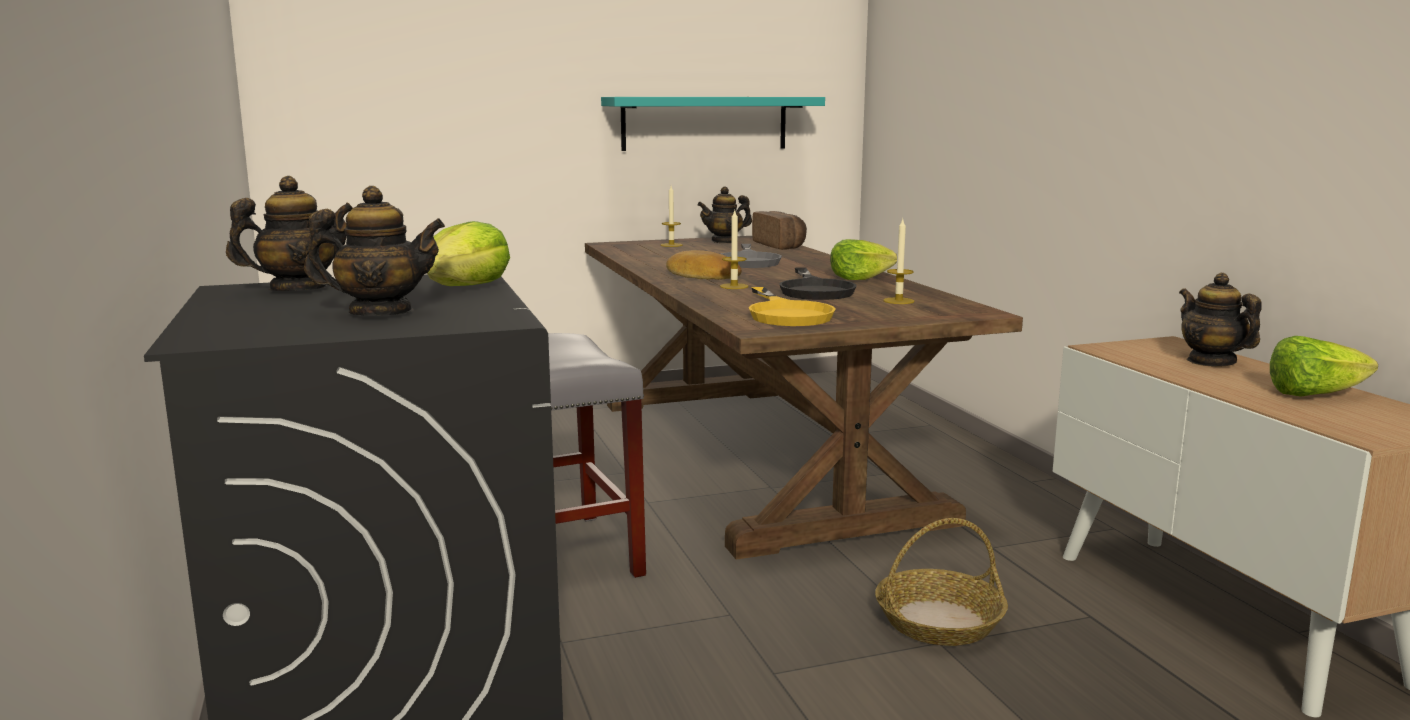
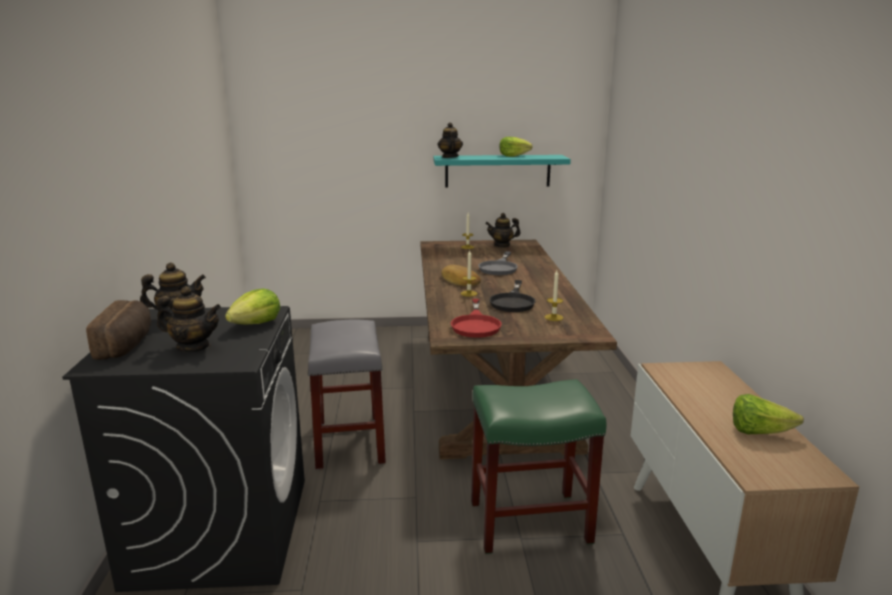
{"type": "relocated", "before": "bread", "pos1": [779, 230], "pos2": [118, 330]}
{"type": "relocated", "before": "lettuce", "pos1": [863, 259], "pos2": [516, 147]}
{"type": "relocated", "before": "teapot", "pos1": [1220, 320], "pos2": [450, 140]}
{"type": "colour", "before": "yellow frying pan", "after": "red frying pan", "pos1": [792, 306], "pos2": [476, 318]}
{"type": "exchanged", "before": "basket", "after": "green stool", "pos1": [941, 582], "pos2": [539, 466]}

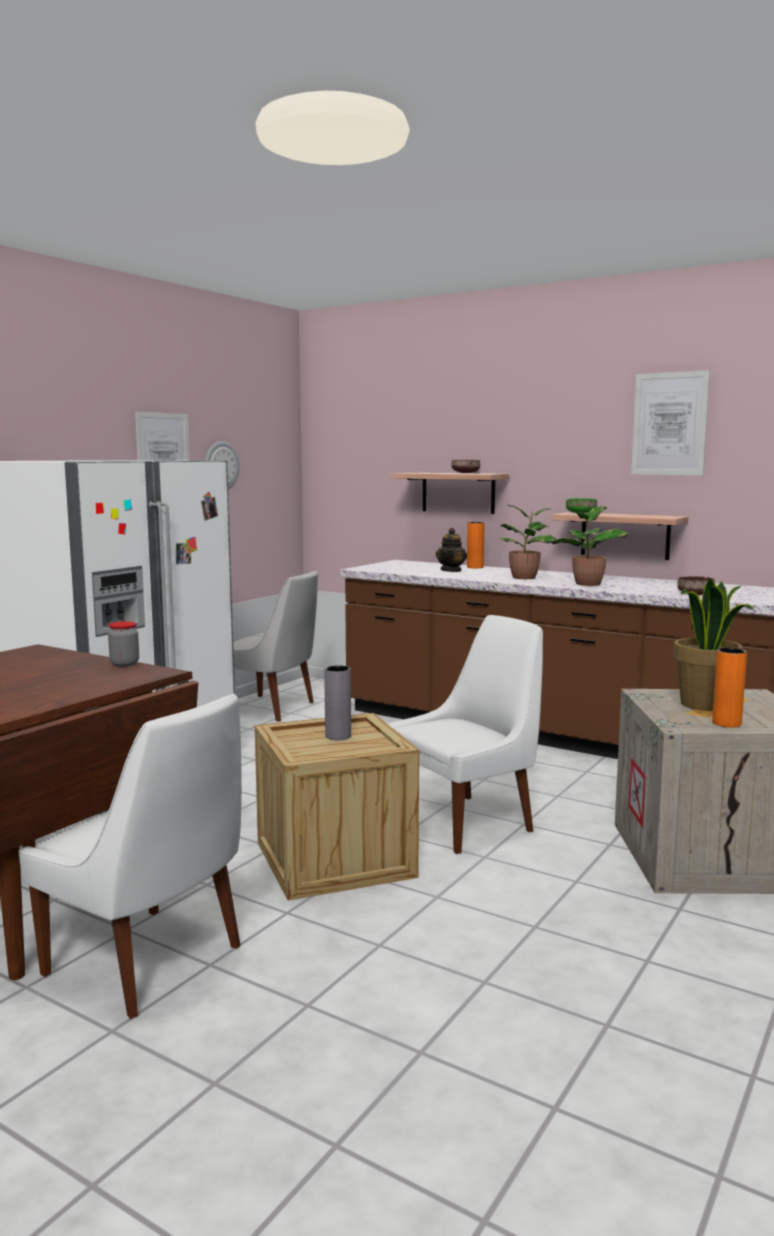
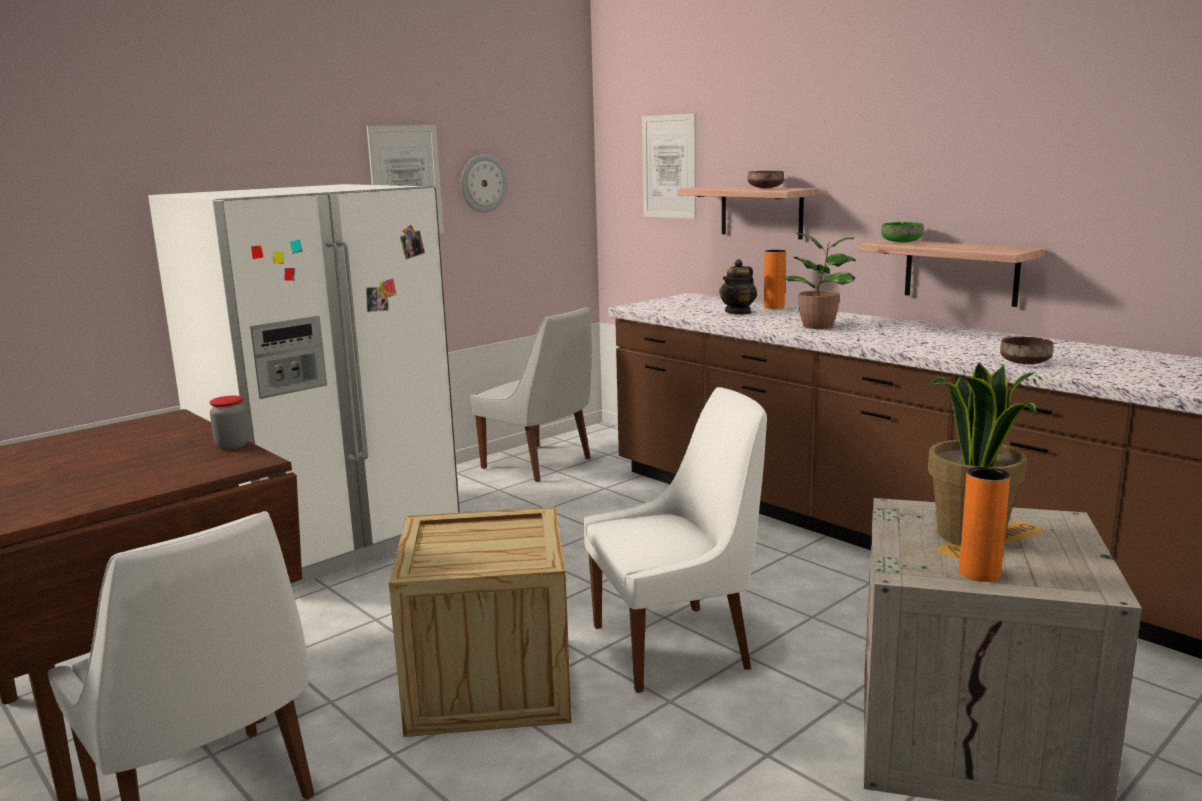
{"type": "relocated", "before": "picture", "pos1": [670, 422], "pos2": [669, 166]}
{"type": "missing", "before": "potted plant", "pos1": [590, 546]}
{"type": "missing", "before": "grey vase", "pos1": [337, 702]}

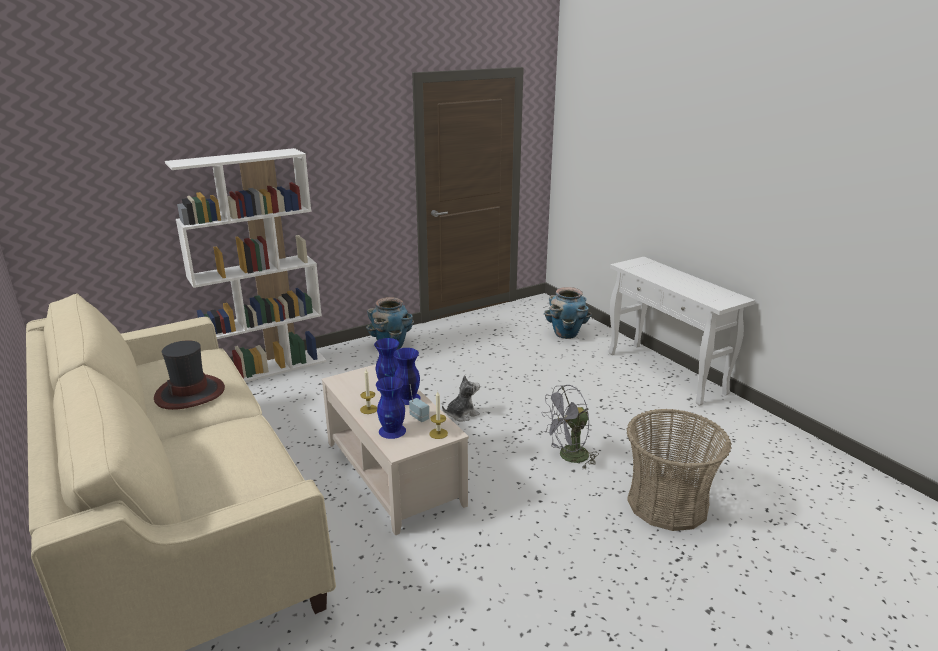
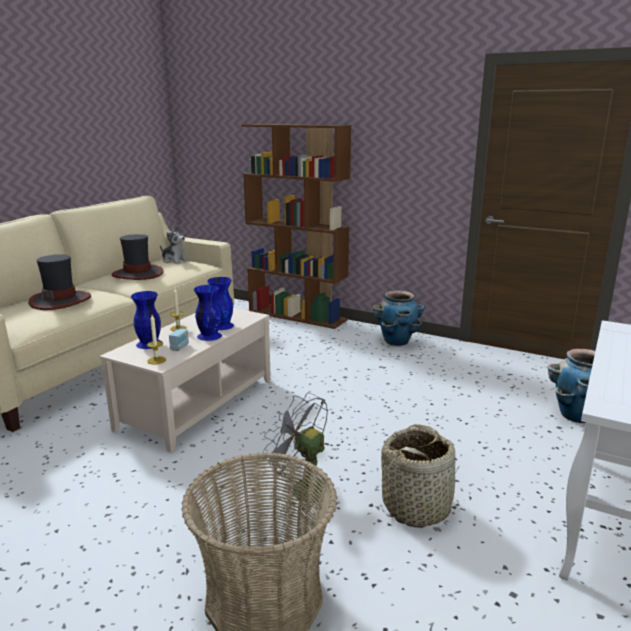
{"type": "colour", "before": "white bookcase", "after": "brown bookcase", "pos1": [245, 265], "pos2": [296, 226]}
{"type": "relocated", "before": "plush toy", "pos1": [461, 398], "pos2": [175, 245]}
{"type": "appeared", "after": "hat", "pos2": [59, 282]}
{"type": "appeared", "after": "basket", "pos2": [421, 476]}

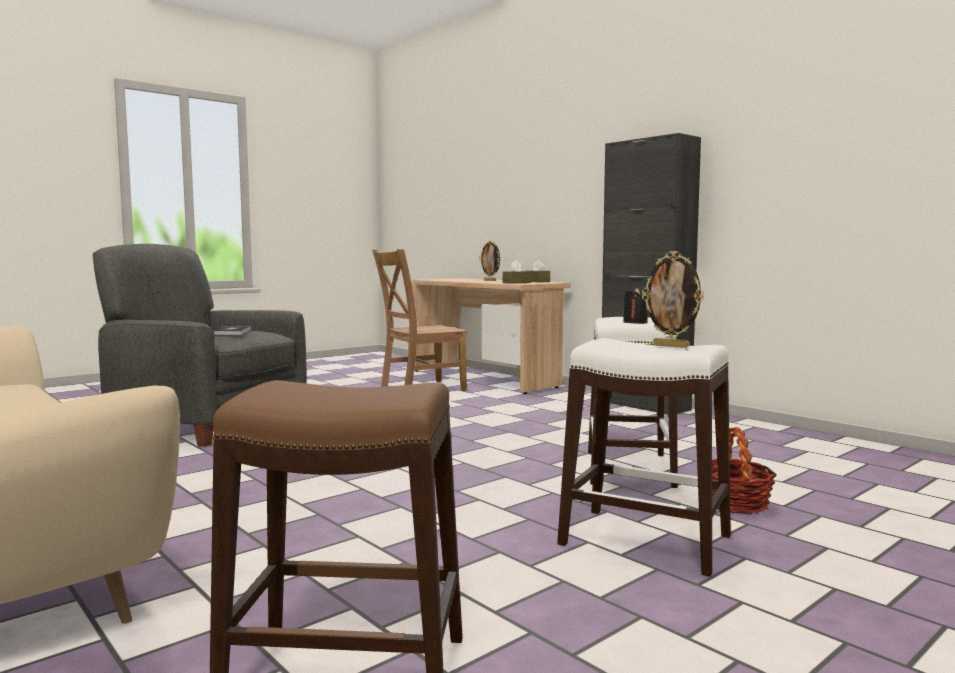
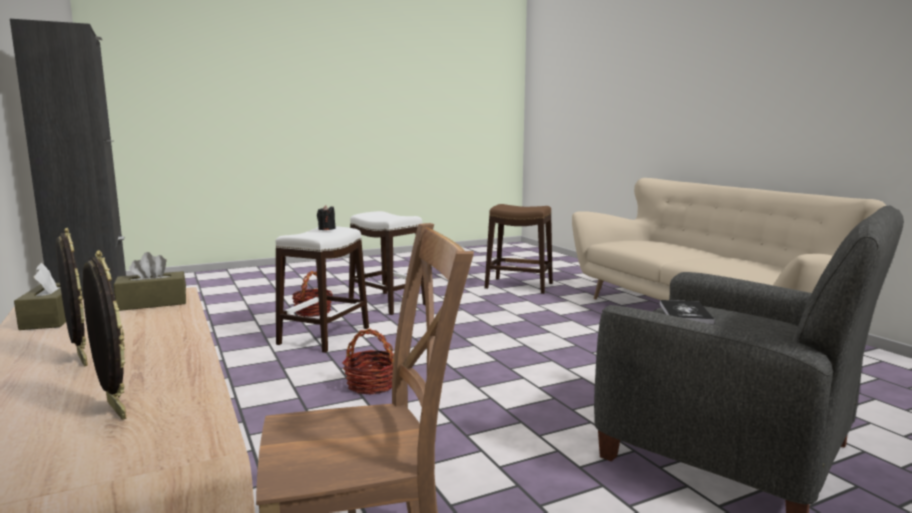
{"type": "relocated", "before": "picture frame", "pos1": [673, 299], "pos2": [104, 335]}
{"type": "appeared", "after": "basket", "pos2": [368, 362]}

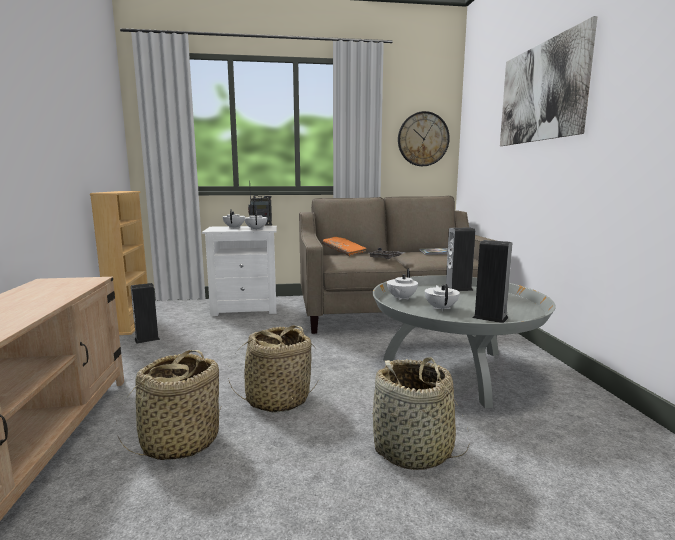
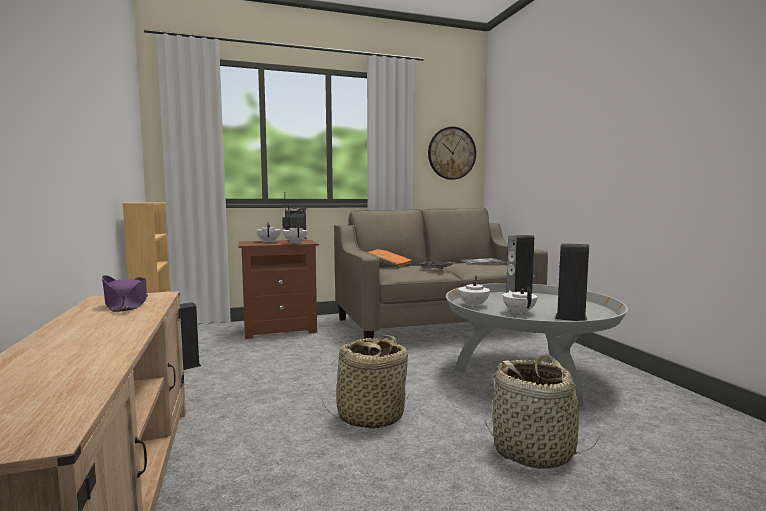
{"type": "missing", "before": "picture", "pos1": [548, 81]}
{"type": "colour", "before": "white nightstand", "after": "brown nightstand", "pos1": [239, 271], "pos2": [278, 289]}
{"type": "missing", "before": "basket", "pos1": [168, 405]}
{"type": "appeared", "after": "purple hat", "pos2": [125, 293]}

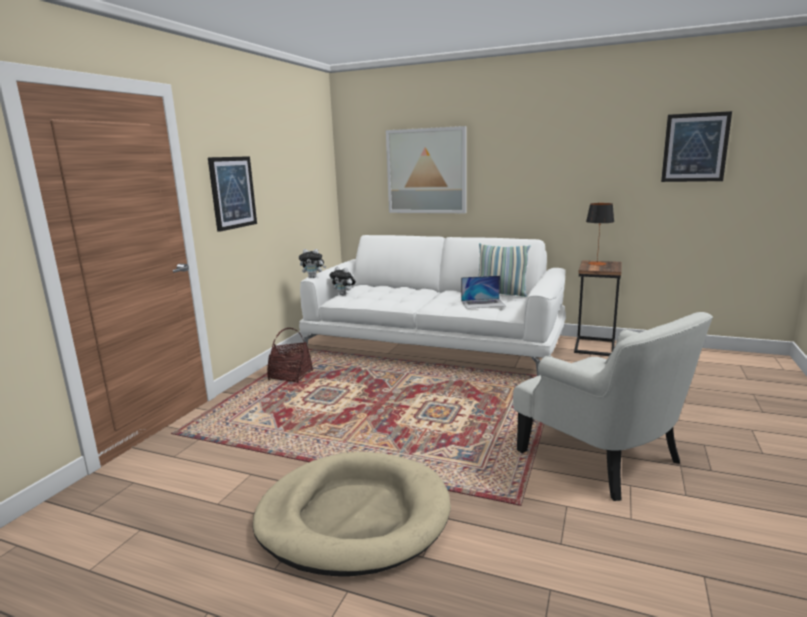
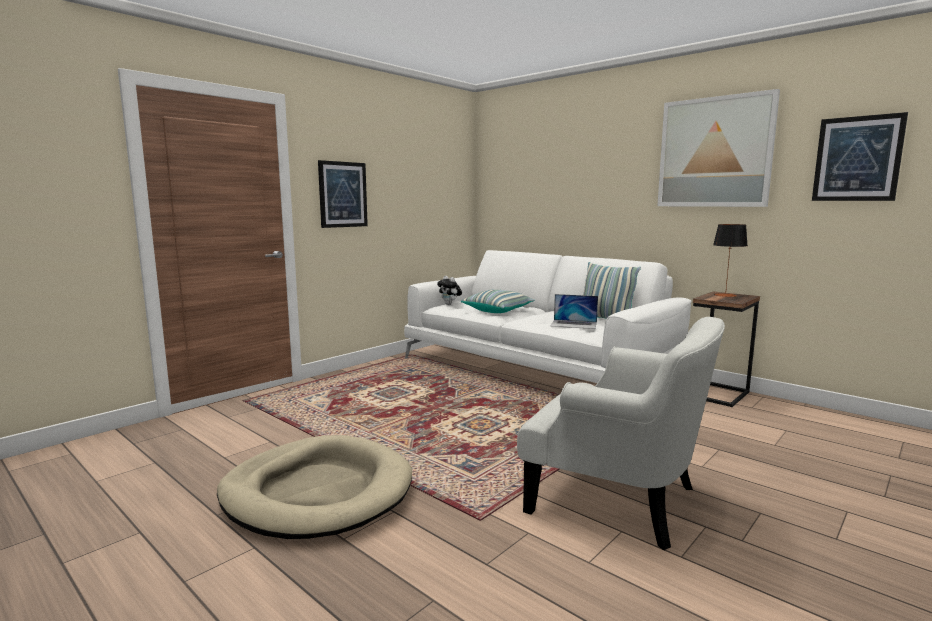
{"type": "relocated", "before": "picture", "pos1": [426, 169], "pos2": [718, 148]}
{"type": "missing", "before": "plush toy", "pos1": [312, 263]}
{"type": "spun", "before": "white armchair", "pos1": [613, 406], "pos2": [621, 433], "turn": -45}
{"type": "missing", "before": "basket", "pos1": [290, 355]}
{"type": "appeared", "after": "pillow", "pos2": [498, 301]}

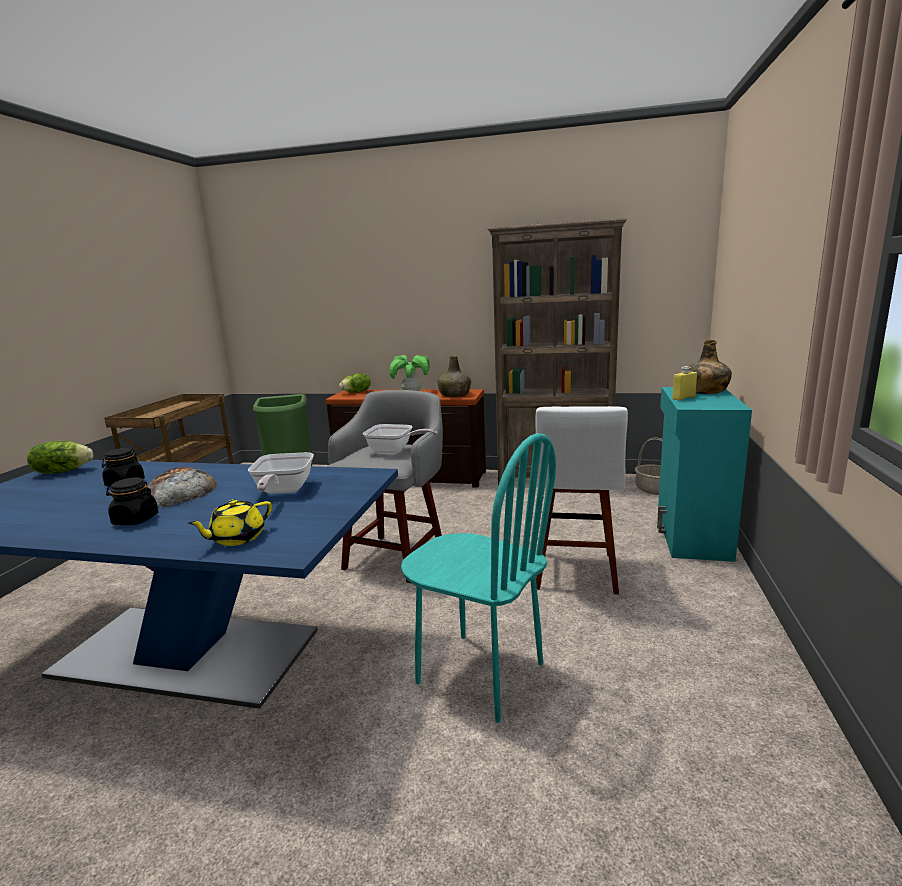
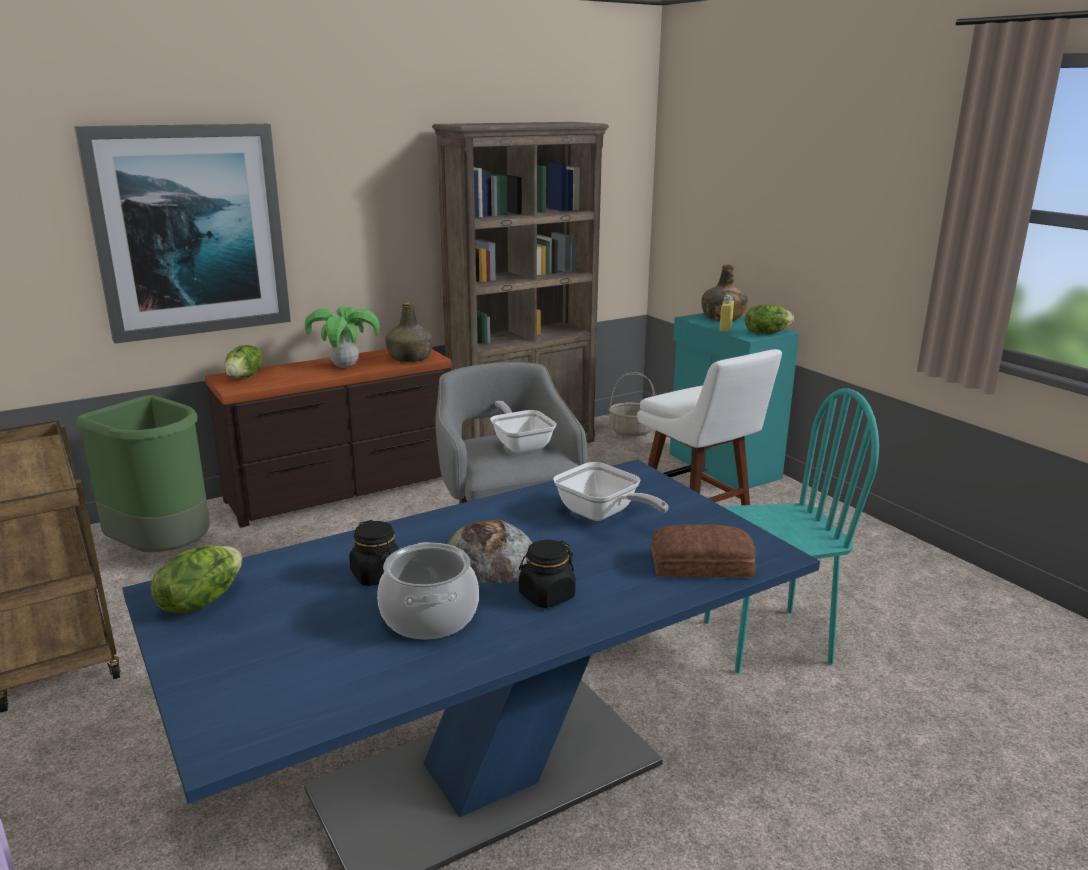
{"type": "spun", "before": "frying pan", "pos1": [400, 438], "pos2": [523, 427], "turn": -90}
{"type": "exchanged", "before": "yellow teapot", "after": "bread", "pos1": [229, 522], "pos2": [703, 550]}
{"type": "appeared", "after": "picture", "pos2": [182, 234]}
{"type": "appeared", "after": "lettuce", "pos2": [769, 319]}
{"type": "appeared", "after": "cooking pot", "pos2": [428, 591]}

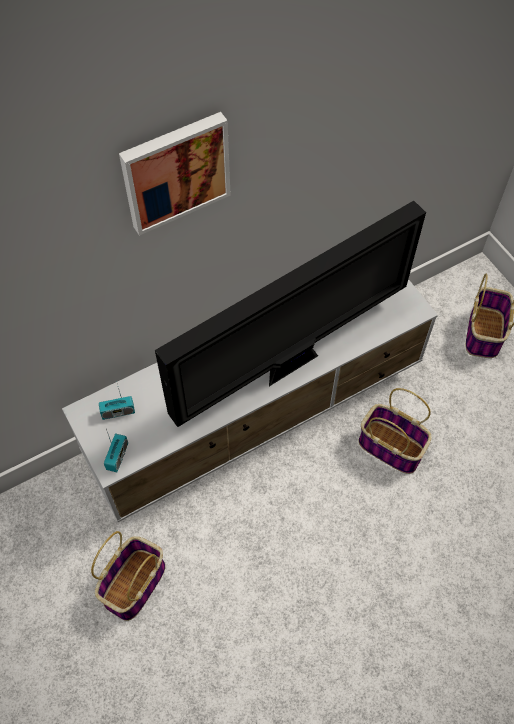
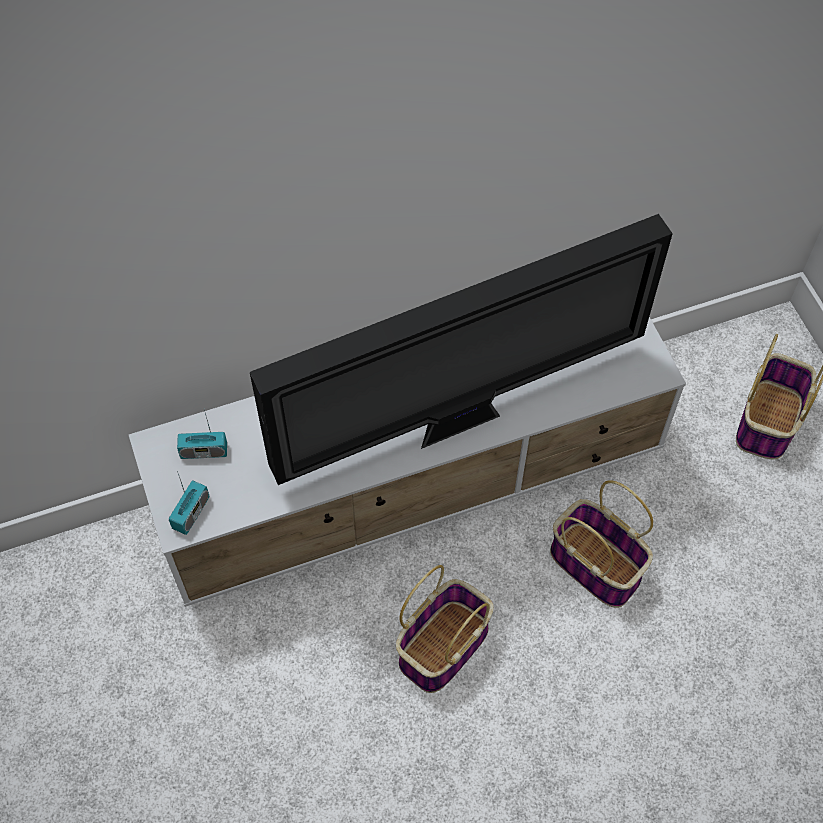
{"type": "missing", "before": "picture", "pos1": [175, 174]}
{"type": "relocated", "before": "basket", "pos1": [128, 576], "pos2": [445, 629]}

